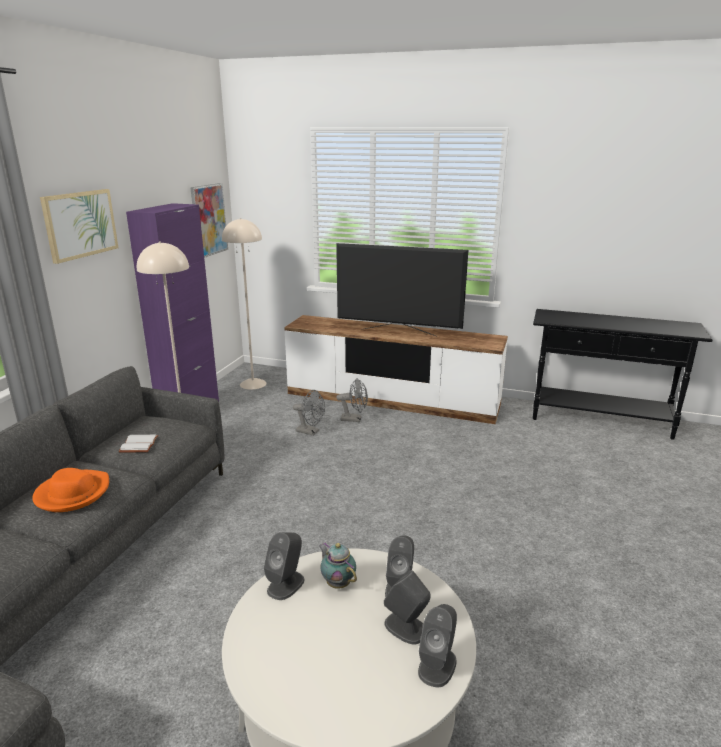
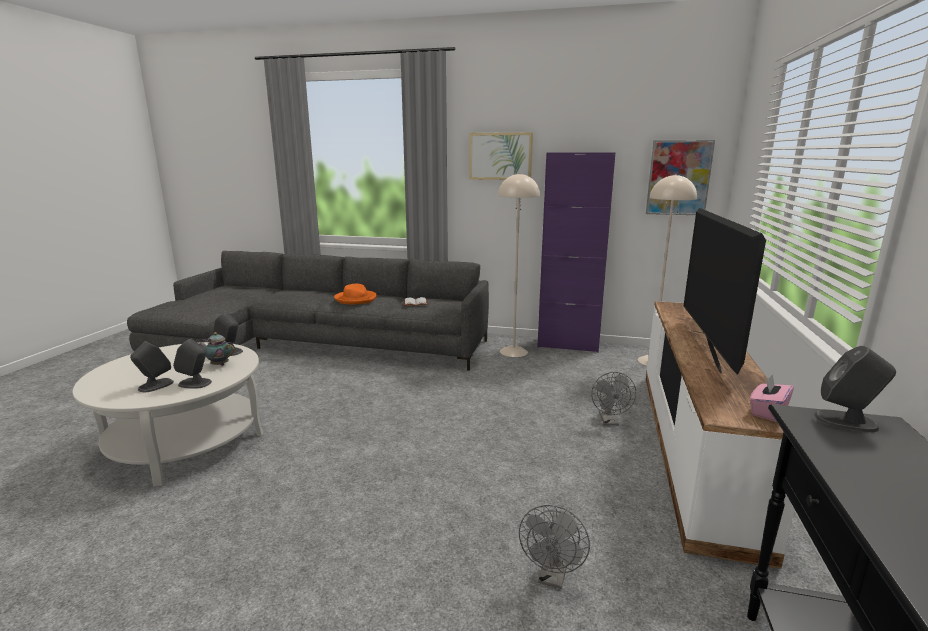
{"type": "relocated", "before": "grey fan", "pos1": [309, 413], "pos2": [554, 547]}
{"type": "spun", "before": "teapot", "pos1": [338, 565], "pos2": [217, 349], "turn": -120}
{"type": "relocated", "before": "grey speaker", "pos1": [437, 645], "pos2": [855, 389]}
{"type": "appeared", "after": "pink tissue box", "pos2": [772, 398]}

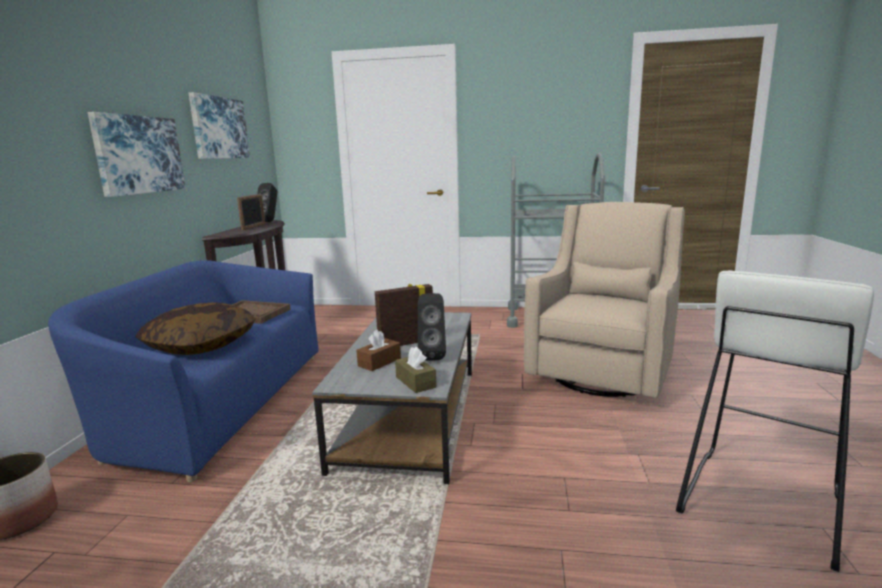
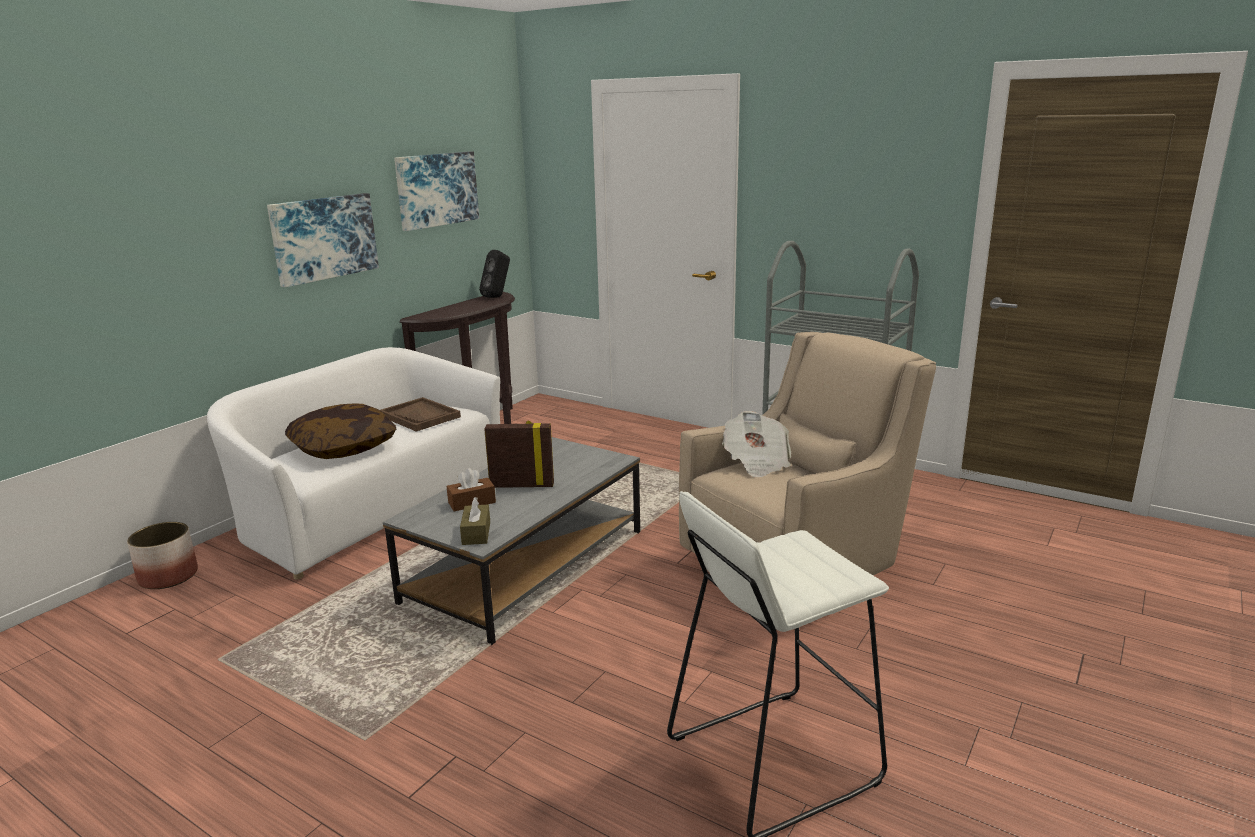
{"type": "missing", "before": "picture frame", "pos1": [251, 212]}
{"type": "colour", "before": "blue sofa", "after": "white sofa", "pos1": [183, 371], "pos2": [353, 463]}
{"type": "missing", "before": "black speaker", "pos1": [432, 326]}
{"type": "appeared", "after": "newspaper", "pos2": [756, 444]}

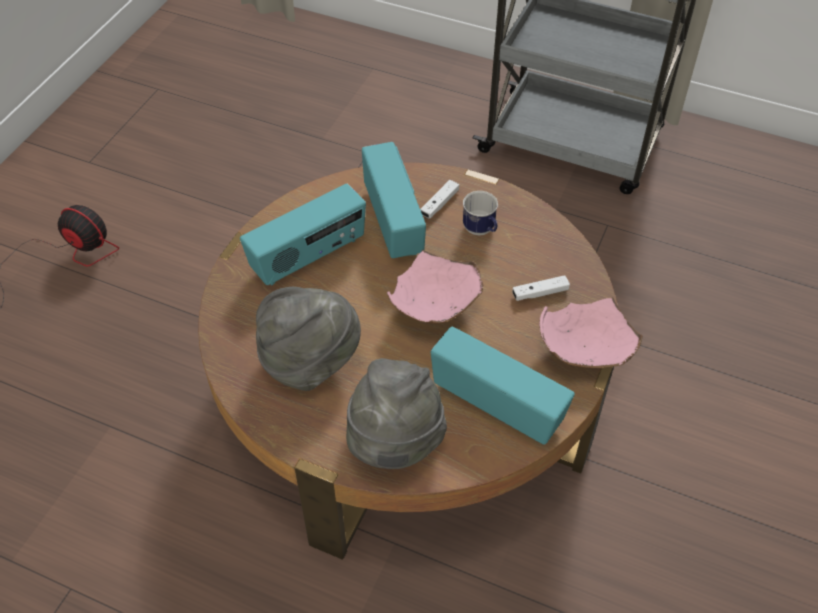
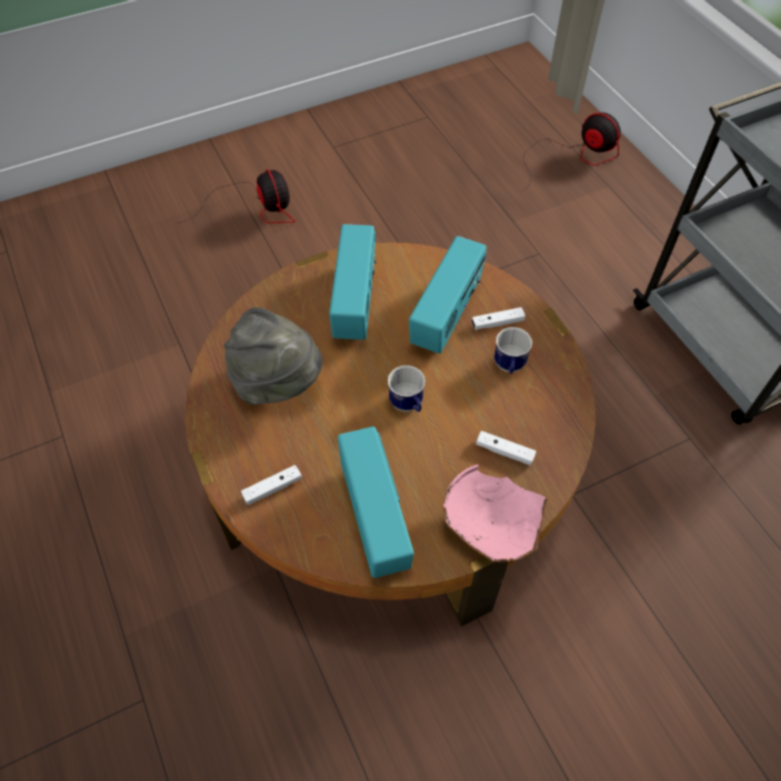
{"type": "spun", "before": "radio", "pos1": [303, 235], "pos2": [352, 282], "turn": -90}
{"type": "exchanged", "before": "pink bowl", "after": "mug", "pos1": [435, 286], "pos2": [406, 388]}
{"type": "exchanged", "before": "grey hat", "after": "white game controller", "pos1": [396, 413], "pos2": [271, 485]}
{"type": "appeared", "after": "fan", "pos2": [571, 152]}

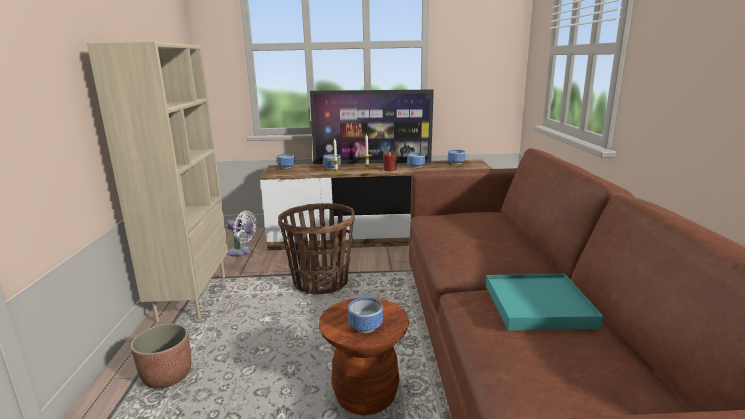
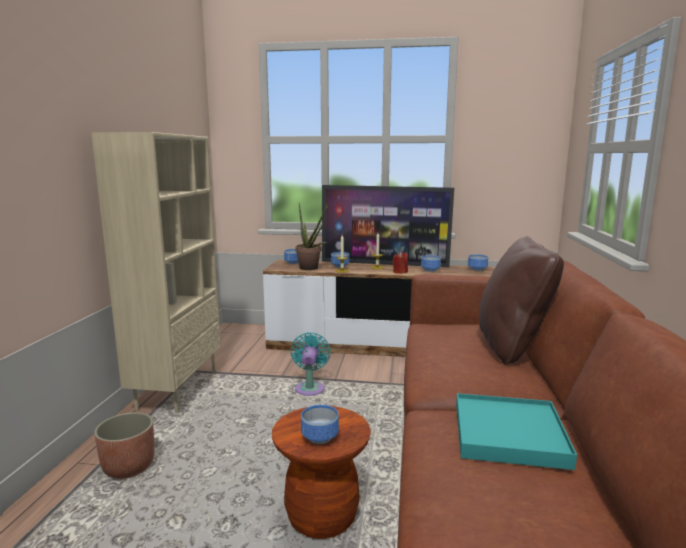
{"type": "exchanged", "before": "basket", "after": "turquoise fan", "pos1": [316, 249], "pos2": [310, 364]}
{"type": "missing", "before": "white fan", "pos1": [242, 234]}
{"type": "appeared", "after": "potted plant", "pos2": [312, 236]}
{"type": "appeared", "after": "brown pillow", "pos2": [521, 300]}

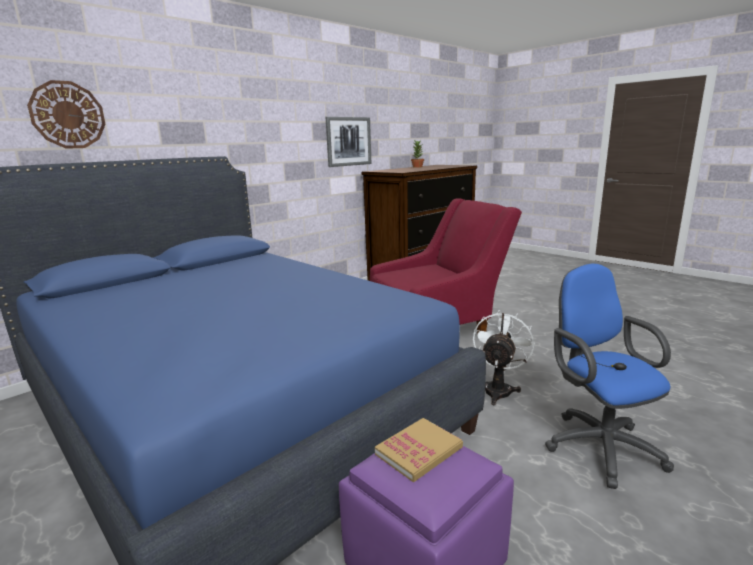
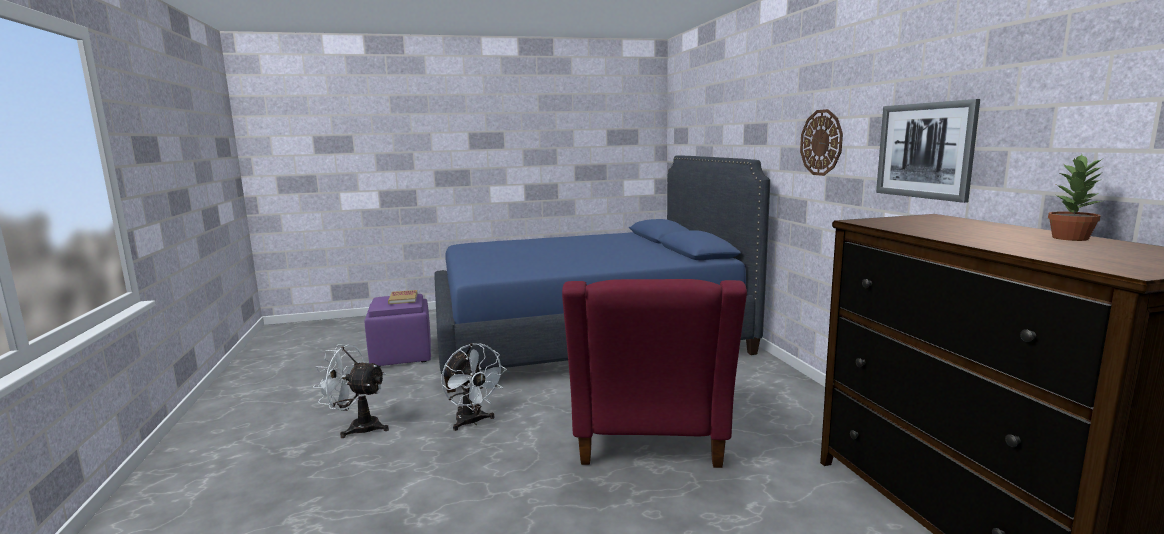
{"type": "relocated", "before": "wall clock", "pos1": [66, 114], "pos2": [821, 142]}
{"type": "exchanged", "before": "blue office chair", "after": "white fan", "pos1": [609, 376], "pos2": [351, 391]}

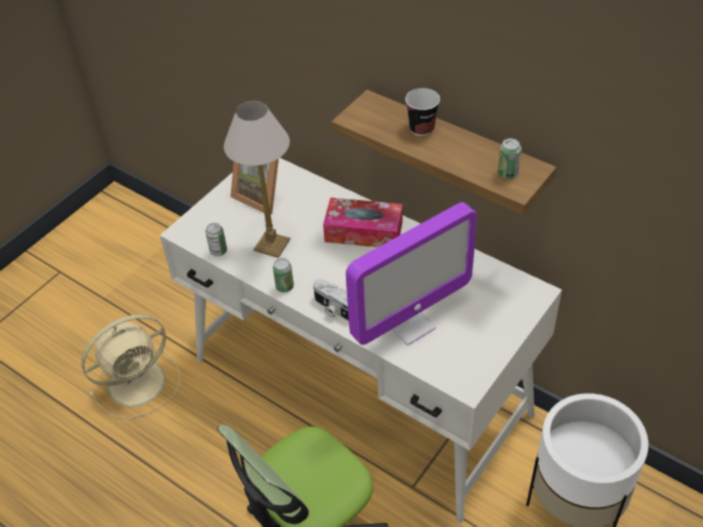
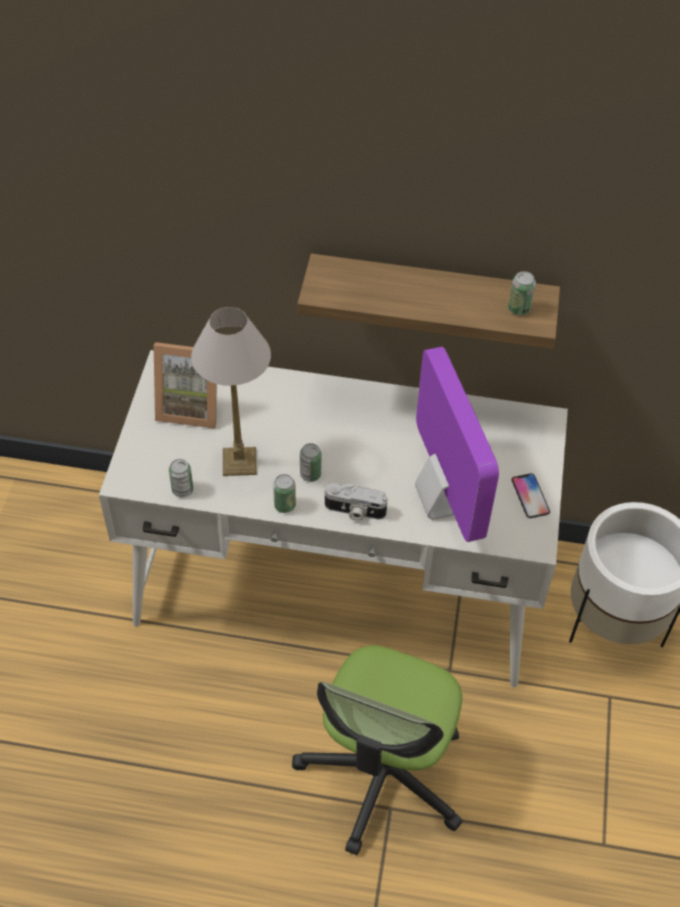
{"type": "missing", "before": "cup", "pos1": [422, 112]}
{"type": "missing", "before": "tissue box", "pos1": [363, 222]}
{"type": "spun", "before": "monitor", "pos1": [411, 274], "pos2": [457, 444], "turn": -45}
{"type": "missing", "before": "beige fan", "pos1": [130, 366]}
{"type": "appeared", "after": "can", "pos2": [310, 462]}
{"type": "appeared", "after": "phone", "pos2": [530, 495]}

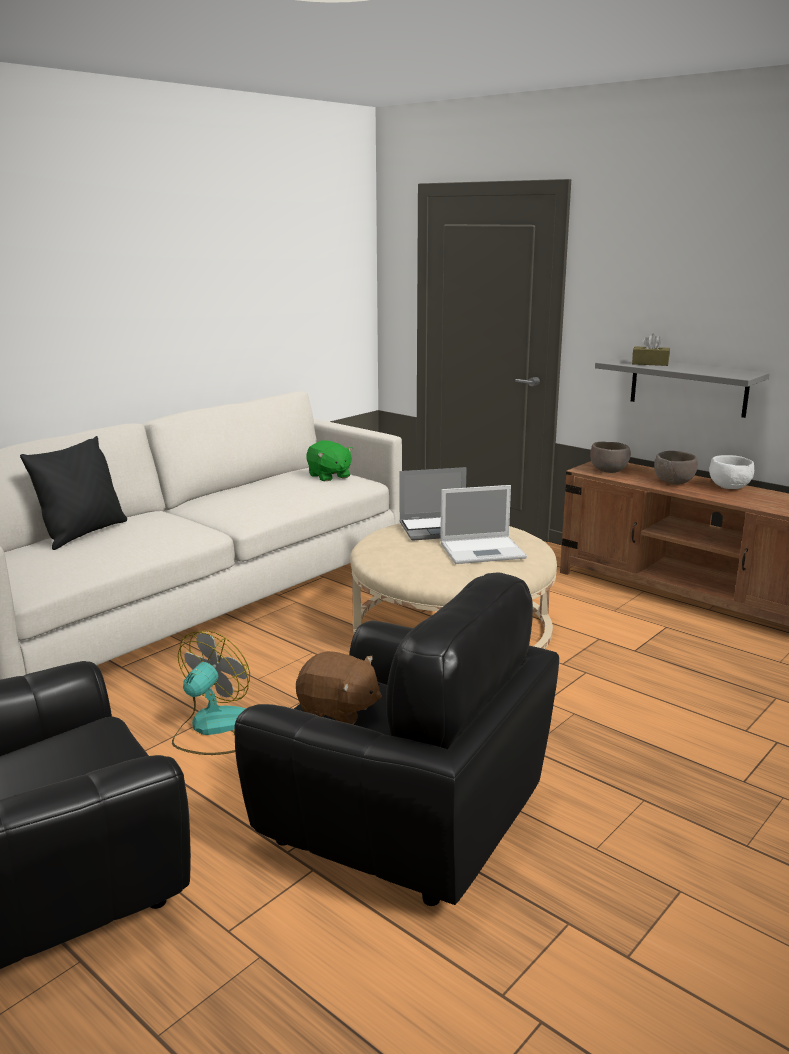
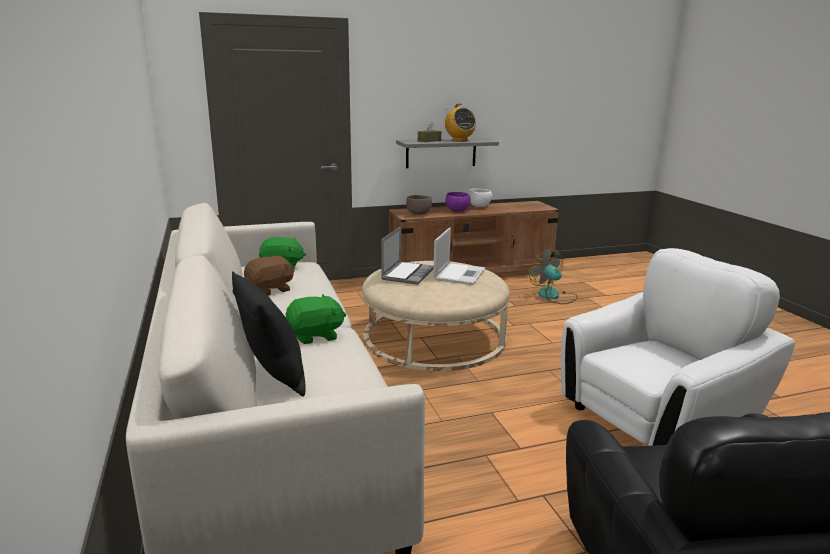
{"type": "colour", "before": "brown bowl", "after": "purple bowl", "pos1": [675, 468], "pos2": [458, 202]}
{"type": "colour", "before": "black armchair", "after": "white armchair", "pos1": [396, 739], "pos2": [678, 347]}
{"type": "relocated", "before": "fan", "pos1": [211, 692], "pos2": [553, 276]}
{"type": "relocated", "before": "brown plush toy", "pos1": [339, 688], "pos2": [269, 275]}
{"type": "appeared", "after": "radio", "pos2": [460, 122]}
{"type": "appeared", "after": "green plush toy", "pos2": [316, 319]}

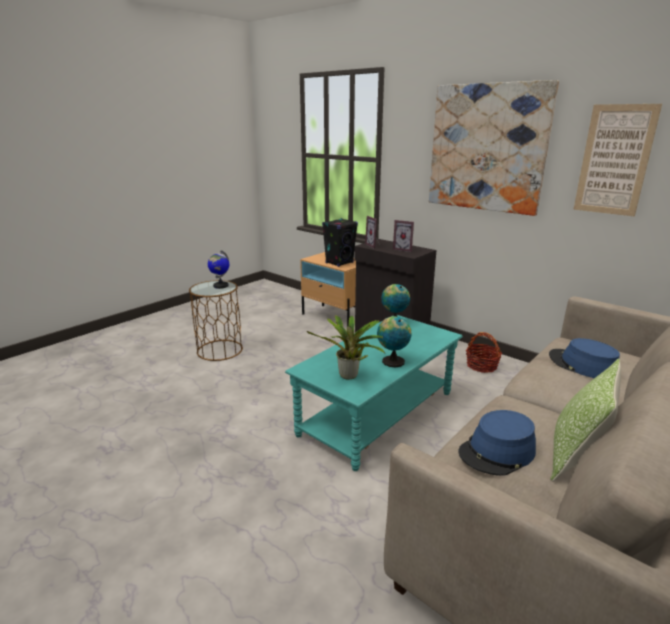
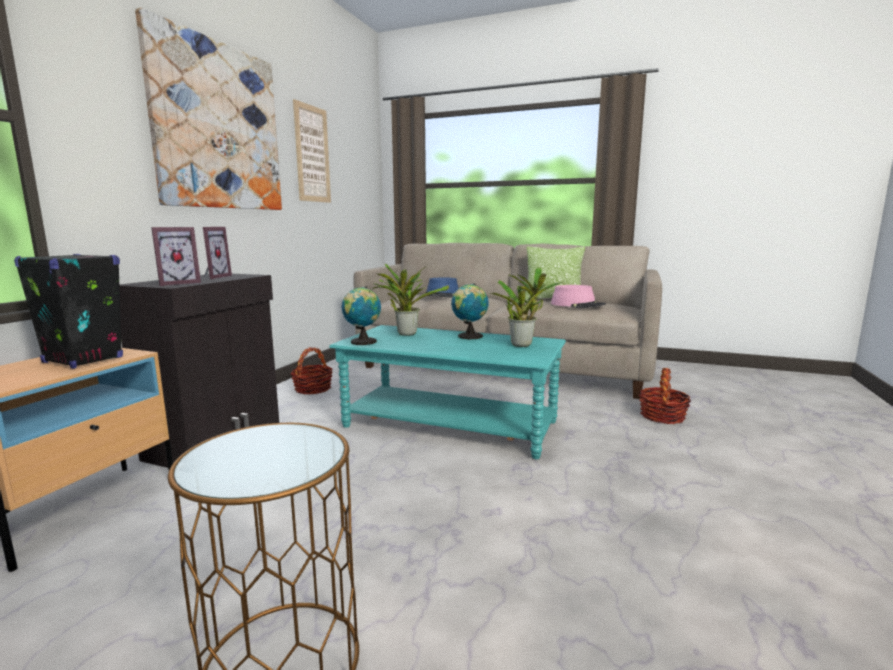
{"type": "missing", "before": "globe", "pos1": [218, 269]}
{"type": "colour", "before": "blue hat", "after": "pink hat", "pos1": [497, 443], "pos2": [578, 296]}
{"type": "appeared", "after": "potted plant", "pos2": [410, 300]}
{"type": "appeared", "after": "basket", "pos2": [665, 396]}

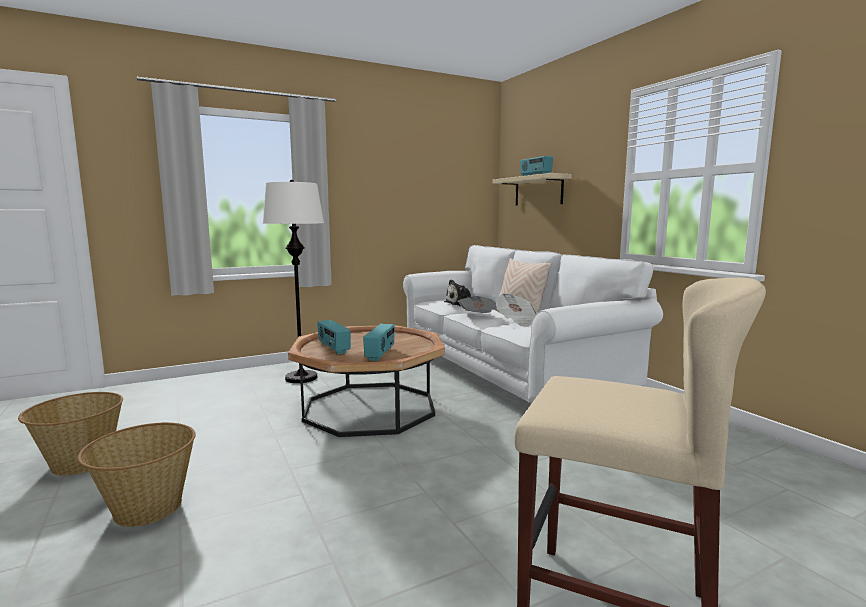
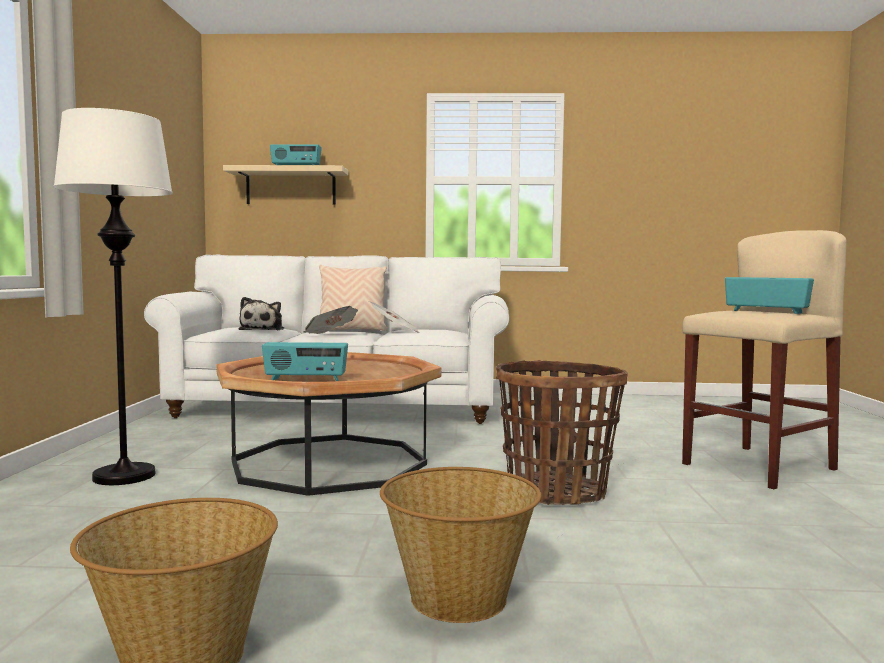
{"type": "relocated", "before": "radio", "pos1": [379, 342], "pos2": [769, 295]}
{"type": "appeared", "after": "basket", "pos2": [562, 432]}

